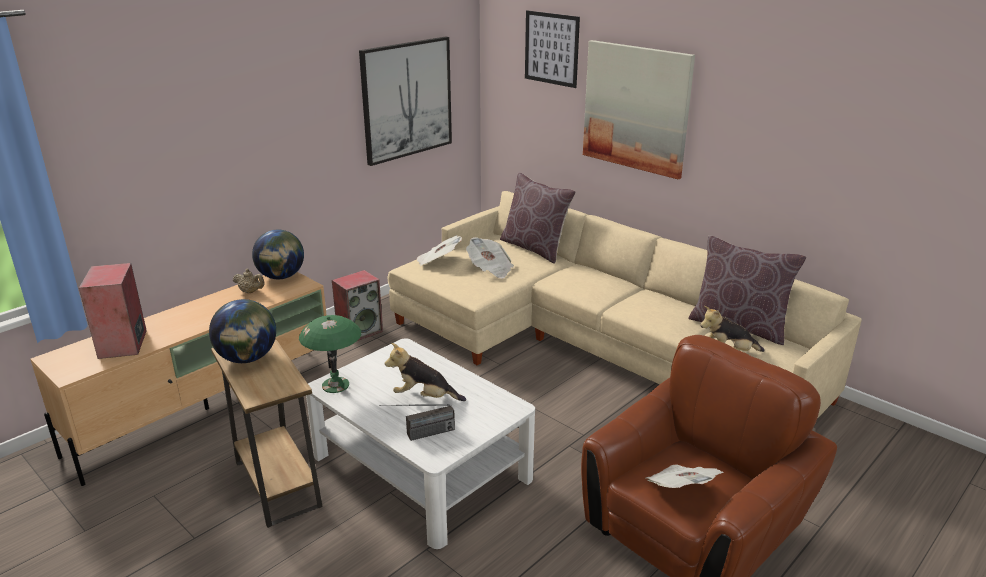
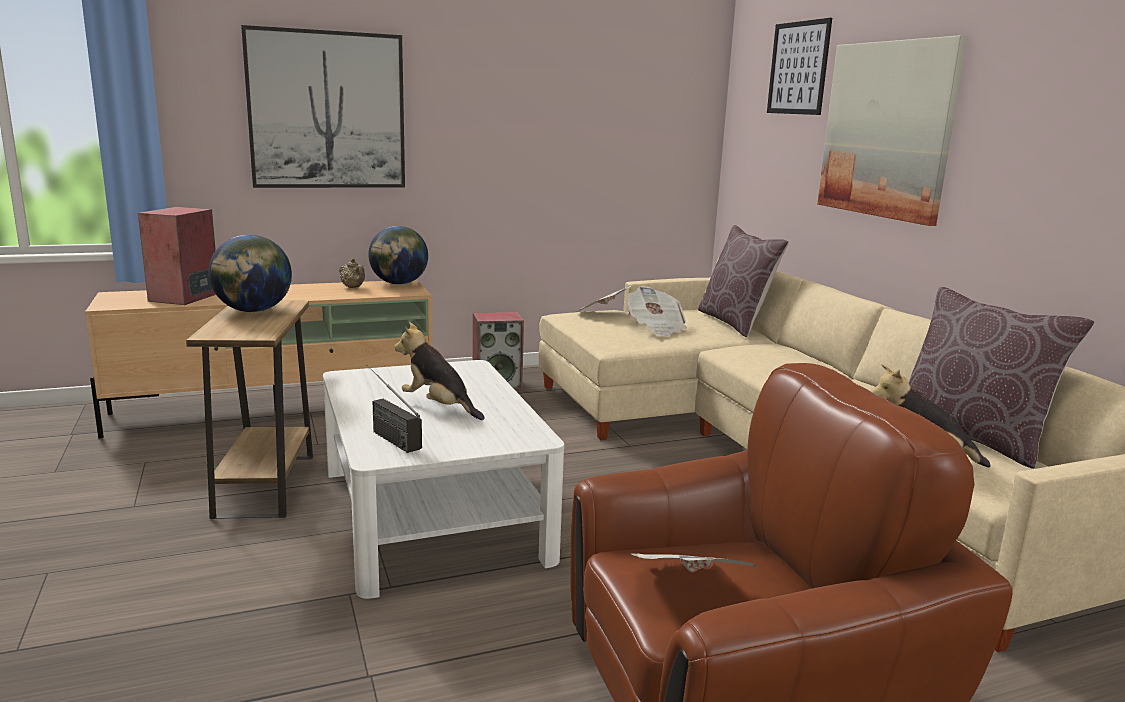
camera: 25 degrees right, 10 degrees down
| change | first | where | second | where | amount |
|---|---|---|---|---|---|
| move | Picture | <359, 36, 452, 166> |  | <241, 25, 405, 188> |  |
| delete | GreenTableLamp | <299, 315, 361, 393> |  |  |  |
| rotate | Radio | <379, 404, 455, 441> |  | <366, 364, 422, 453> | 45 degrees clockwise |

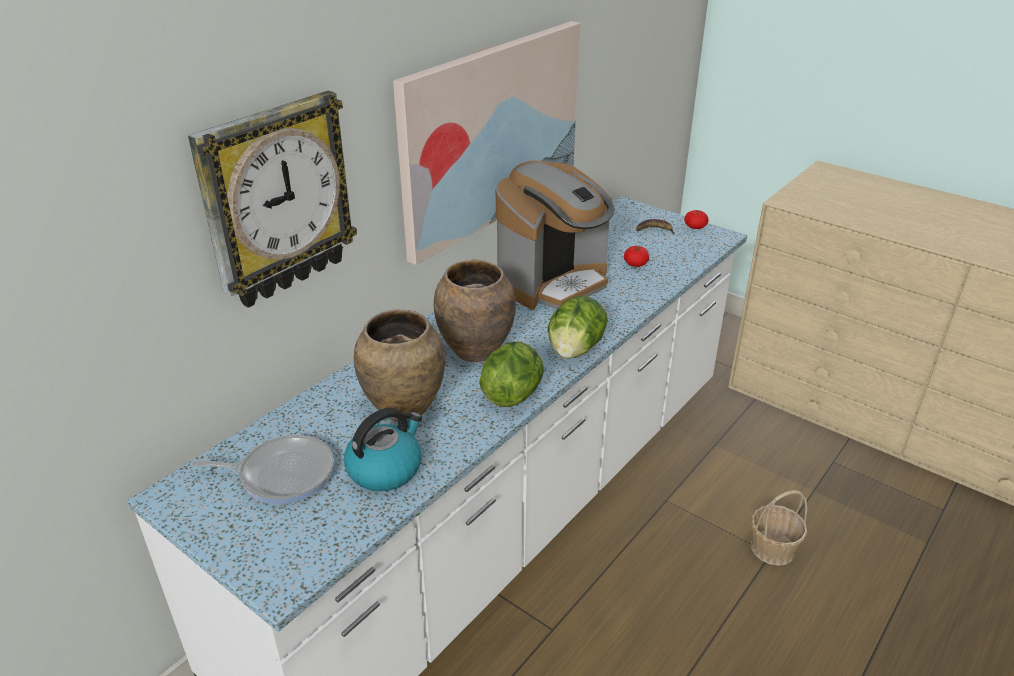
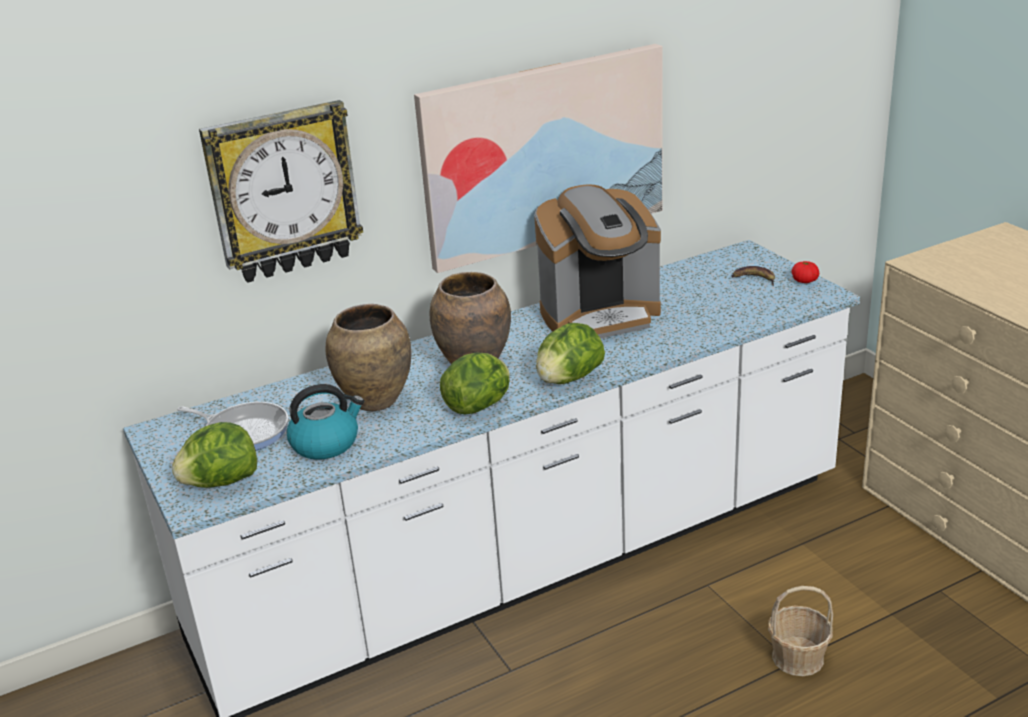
camera: 25 degrees right, 5 degrees down
| change | first | where | second | where | amount |
|---|---|---|---|---|---|
| delete | Tomato | <624, 246, 649, 267> |  |  |  |
| insert |  |  | Lettuce | <172, 422, 257, 488> |  |

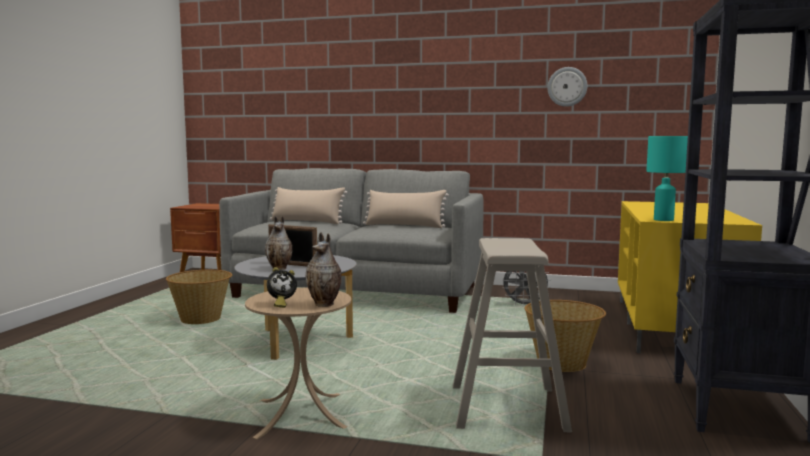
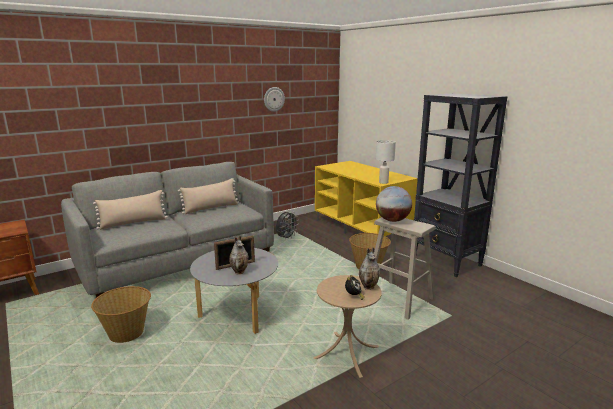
camera: 50 degrees left, 10 degrees up
| change | first | where | second | where | amount |
|---|---|---|---|---|---|
| recolor | TurquoiseTableLamp | <646, 136, 688, 221> | WhiteTableLamp | <376, 140, 396, 184> |  |
| insert |  |  | Globe | <376, 186, 412, 222> |  |

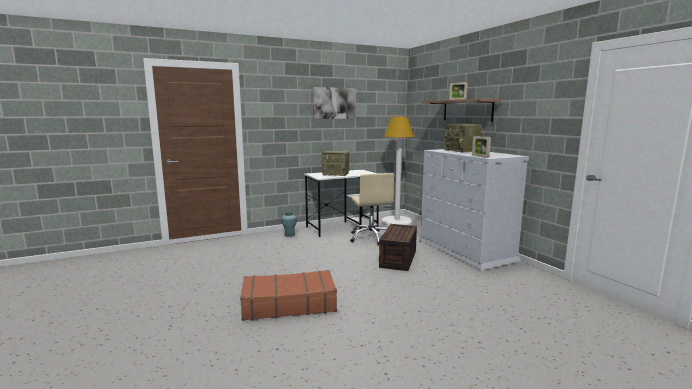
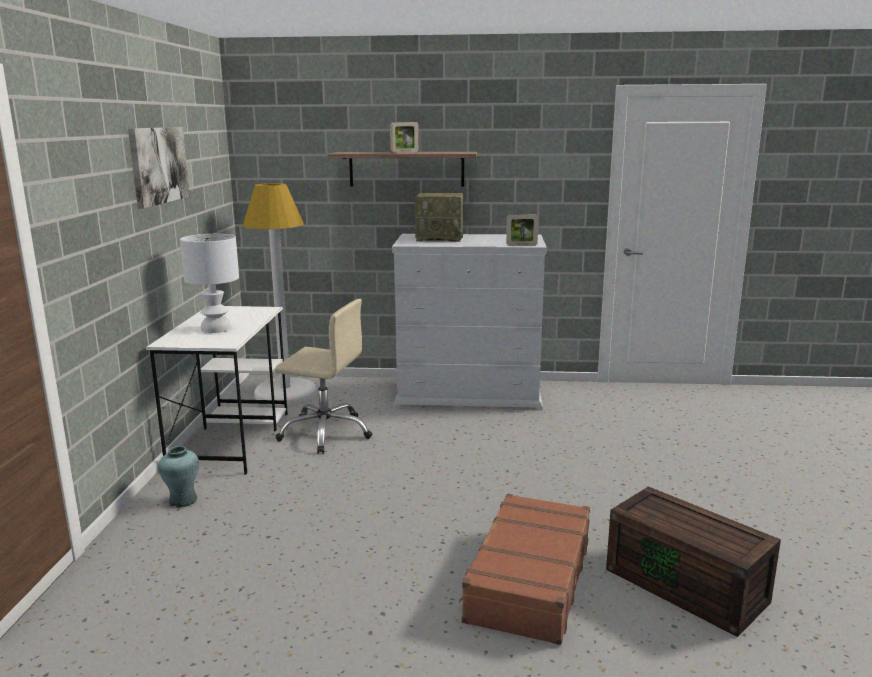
camera: 60 degrees left, 5 degrees up
| change | first | where | second | where | amount |
|---|---|---|---|---|---|
| replace | Radio | <322, 151, 349, 176> | WhiteTableLamp | <180, 234, 239, 333> |  |
| move | BrownStorageBox | <379, 224, 417, 271> |  | <606, 487, 781, 637> |  |

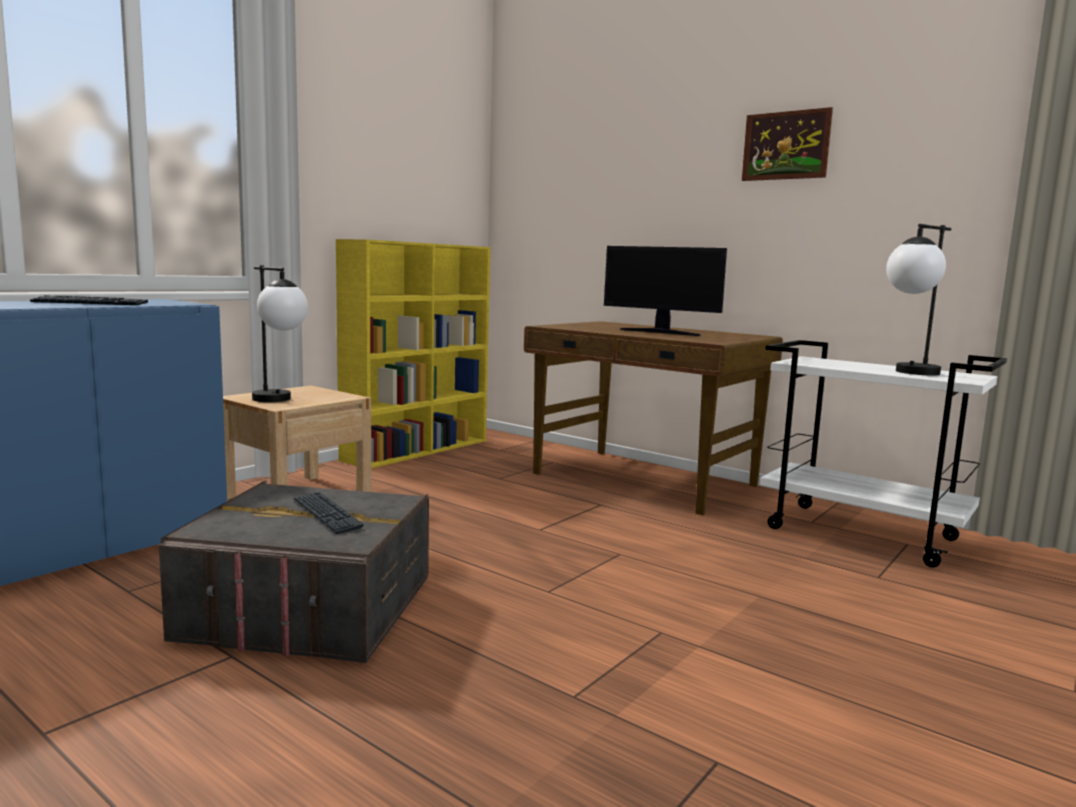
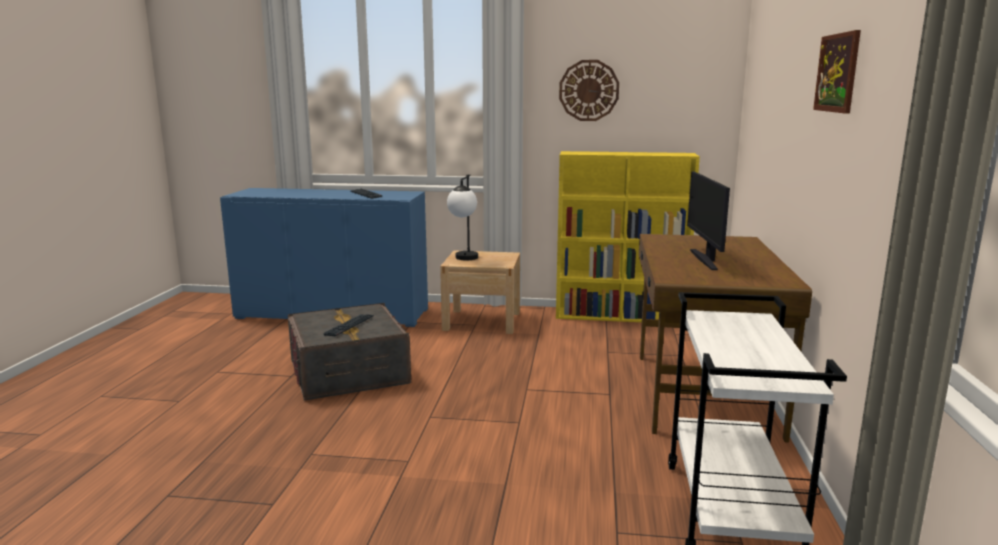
camera: 60 degrees right, 5 degrees up
| change | first | where | second | where | amount |
|---|---|---|---|---|---|
| delete | TableLamp | <886, 224, 951, 376> |  |  |  |
| insert |  |  | WallClock | <559, 60, 619, 121> |  |

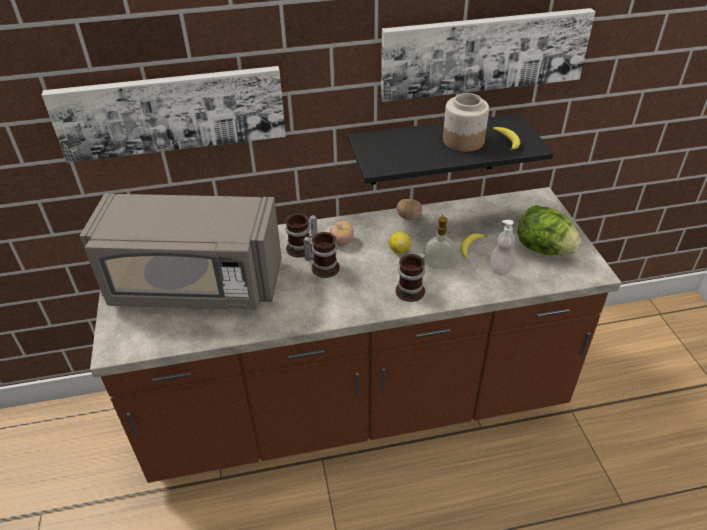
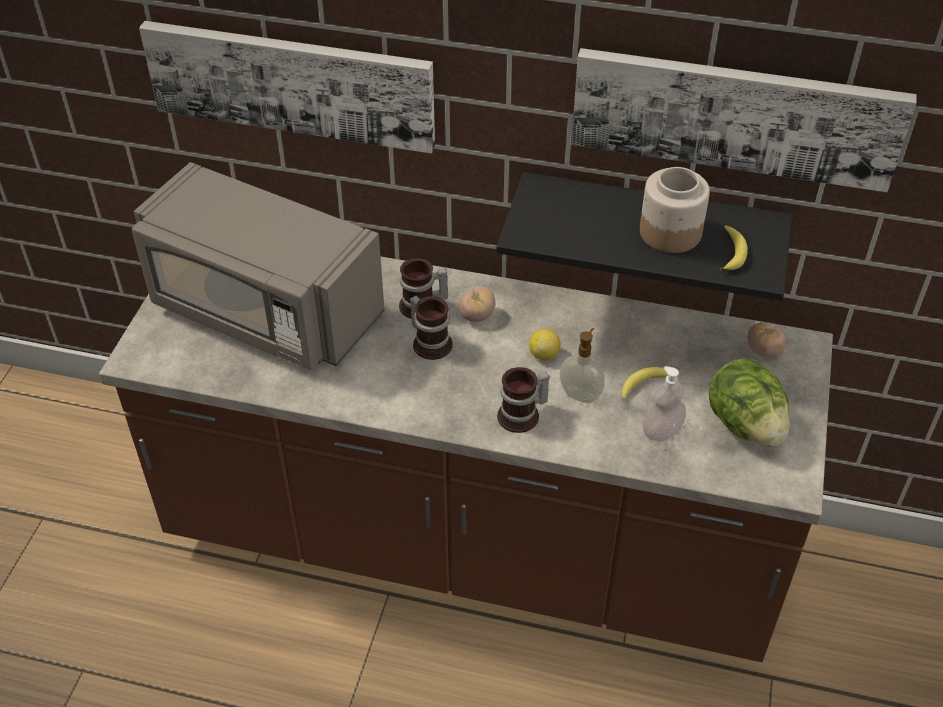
camera: 25 degrees right, 5 degrees up
| change | first | where | second | where | amount |
|---|---|---|---|---|---|
| move | Tomato | <397, 199, 422, 220> |  | <748, 322, 786, 358> |  |

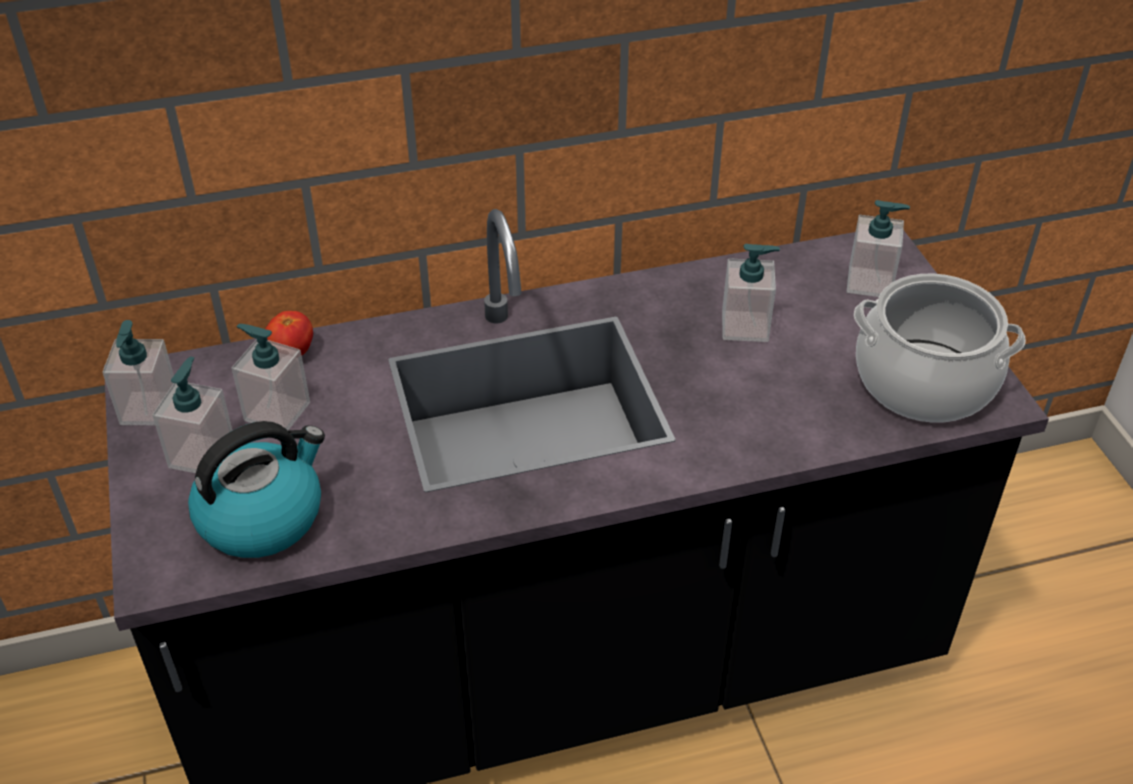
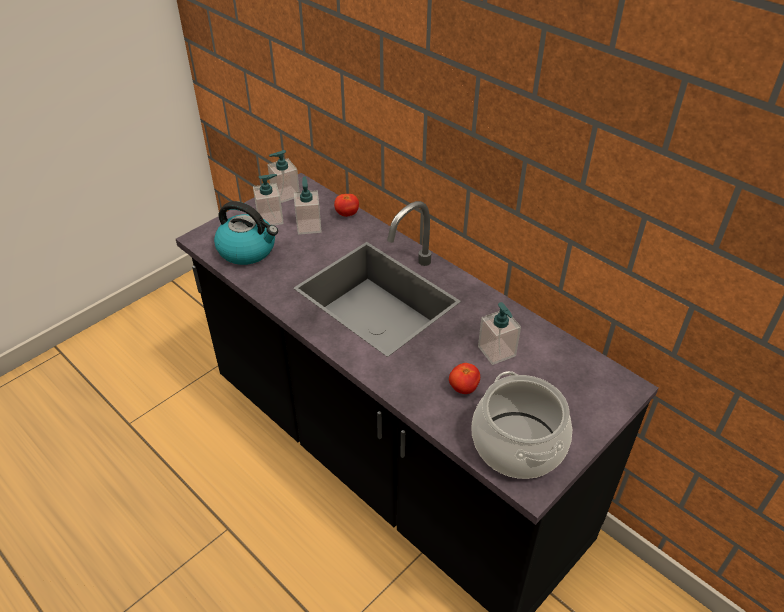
camera: 60 degrees right, 0 degrees up
| change | first | where | second | where | amount |
|---|---|---|---|---|---|
| delete | SoapDispenser | <847, 200, 910, 297> |  |  |  |
| insert |  |  | Tomato | <449, 363, 480, 394> |  |

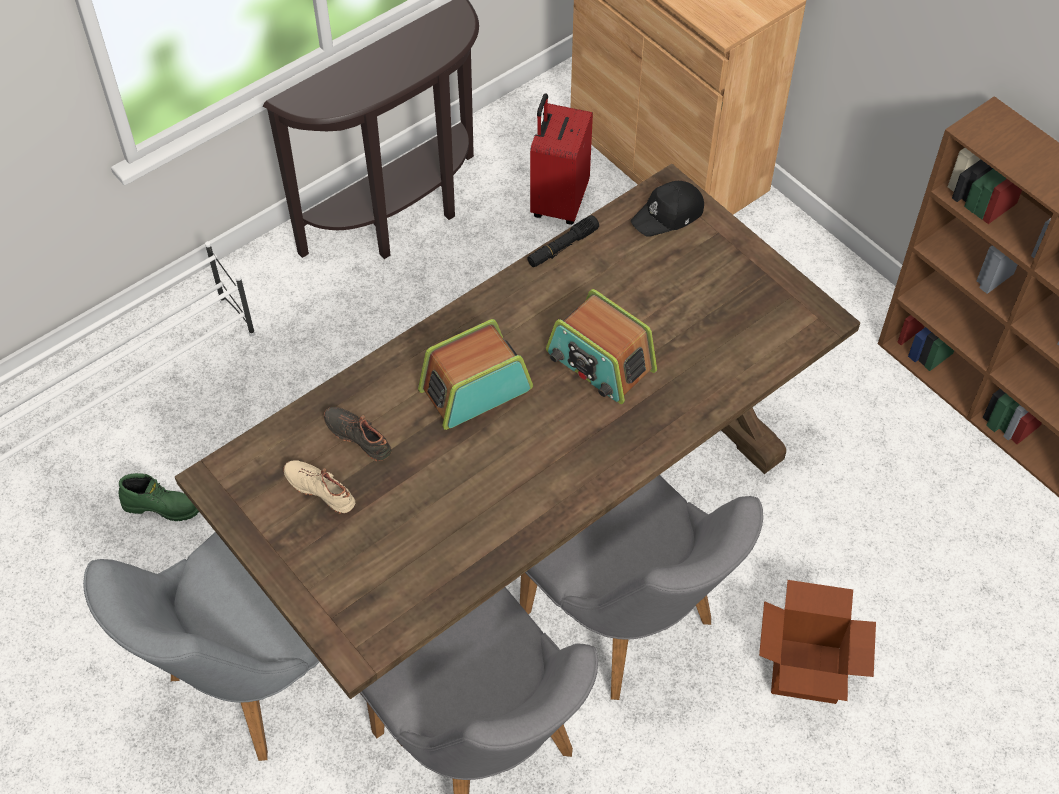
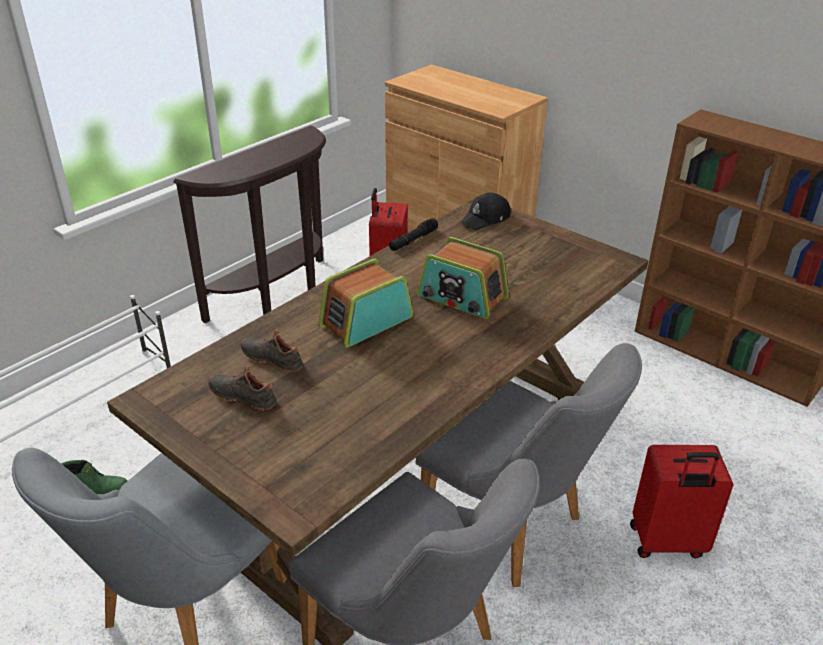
camera: 10 degrees left, 20 degrees down
| change | first | where | second | where | amount |
|---|---|---|---|---|---|
| recolor | BeigeShoe | <283, 460, 355, 514> | BlackShoe | <208, 366, 277, 411> |  |
| replace | CardboardBox | <759, 580, 876, 704> | RedSuitcase | <630, 445, 733, 558> |  |

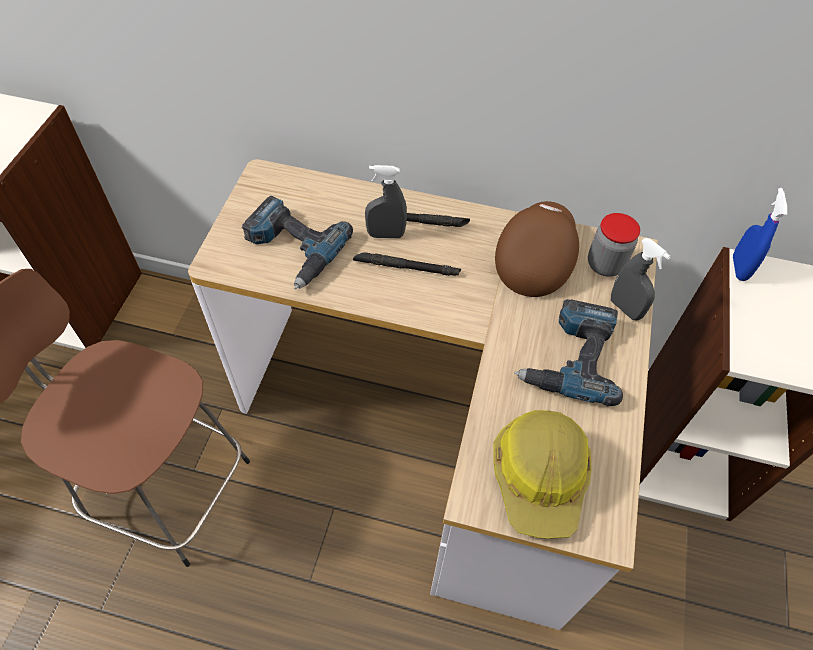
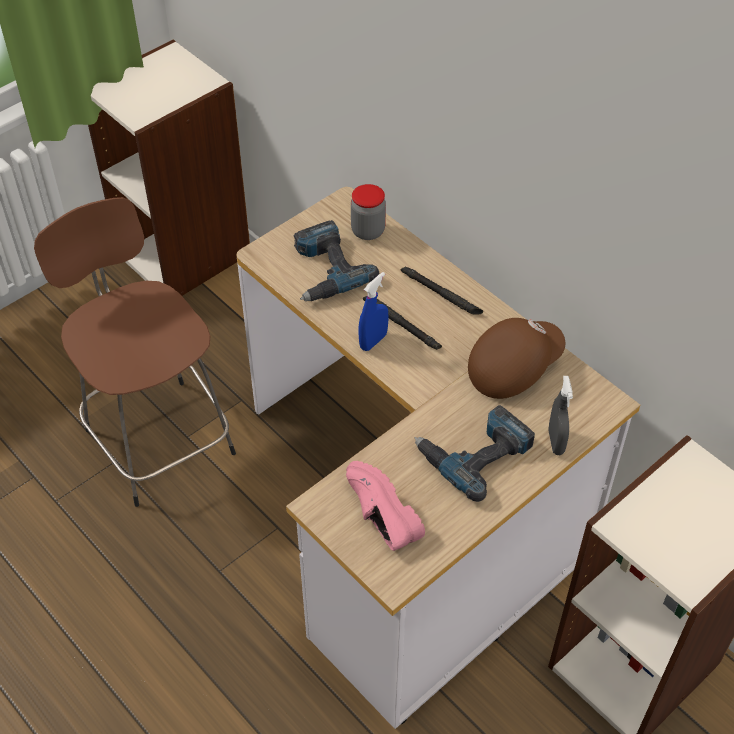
camera: 35 degrees right, 5 degrees down
| change | first | where | second | where | amount |
|---|---|---|---|---|---|
| delete | GreySprayBottle | <365, 165, 407, 238> |  |  |  |
| move | BlueSprayBottle | <733, 188, 787, 281> |  | <358, 272, 388, 351> |  |
| move | Jar | <588, 213, 640, 277> |  | <351, 184, 386, 240> |  |
| replace | HardHat | <493, 410, 591, 539> | PinkShoe | <346, 461, 425, 551> |  |

